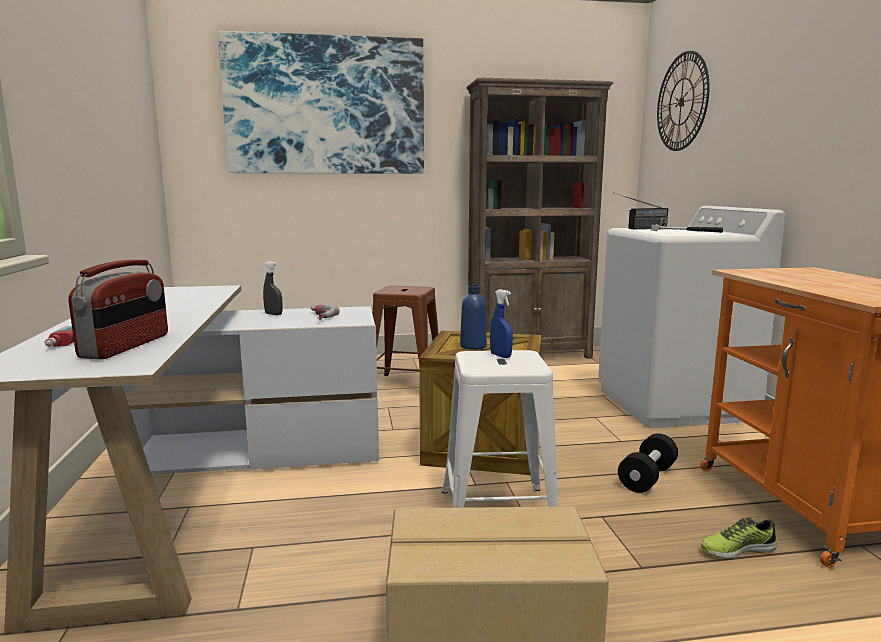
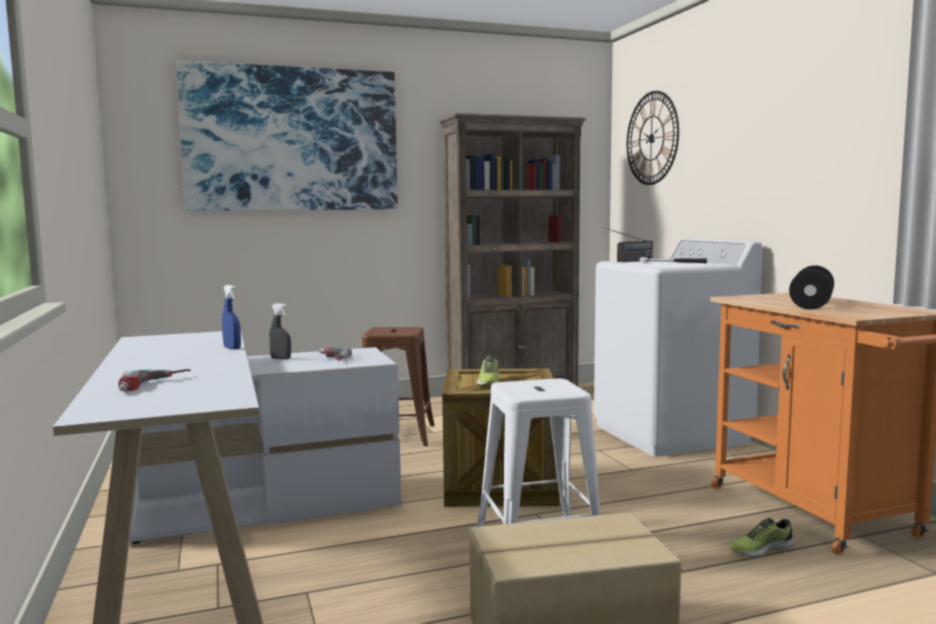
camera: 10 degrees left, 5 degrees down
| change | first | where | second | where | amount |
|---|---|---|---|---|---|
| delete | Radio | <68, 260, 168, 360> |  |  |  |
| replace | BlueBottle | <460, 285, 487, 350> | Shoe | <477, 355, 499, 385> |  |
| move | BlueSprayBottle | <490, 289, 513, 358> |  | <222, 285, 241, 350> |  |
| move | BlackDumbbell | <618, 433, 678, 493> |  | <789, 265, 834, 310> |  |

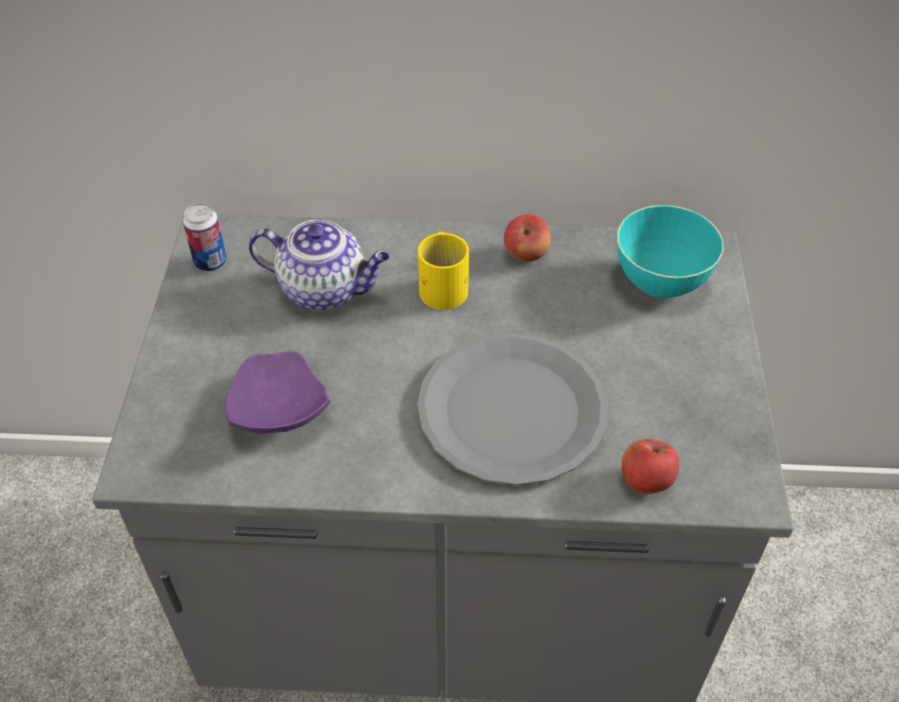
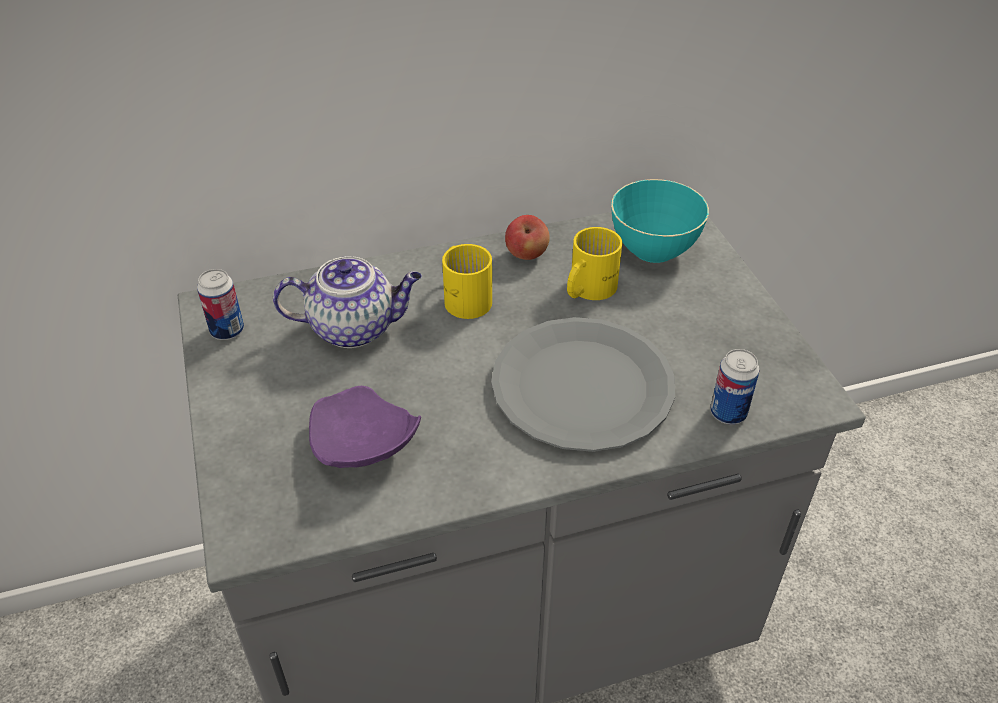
camera: 20 degrees left, 5 degrees down
| change | first | where | second | where | amount |
|---|---|---|---|---|---|
| replace | Apple | <621, 439, 679, 494> | Can | <710, 349, 759, 424> |  |
| insert |  |  | YellowMug | <567, 227, 622, 300> |  |

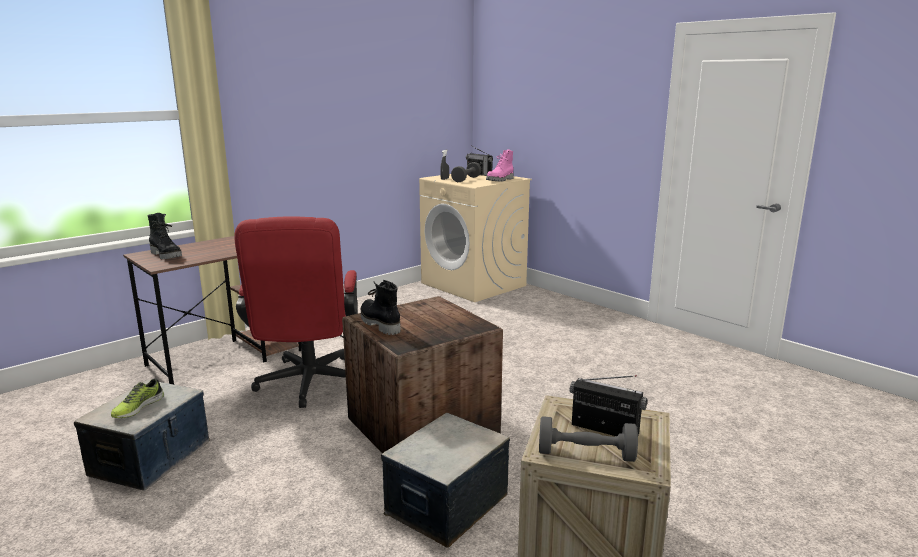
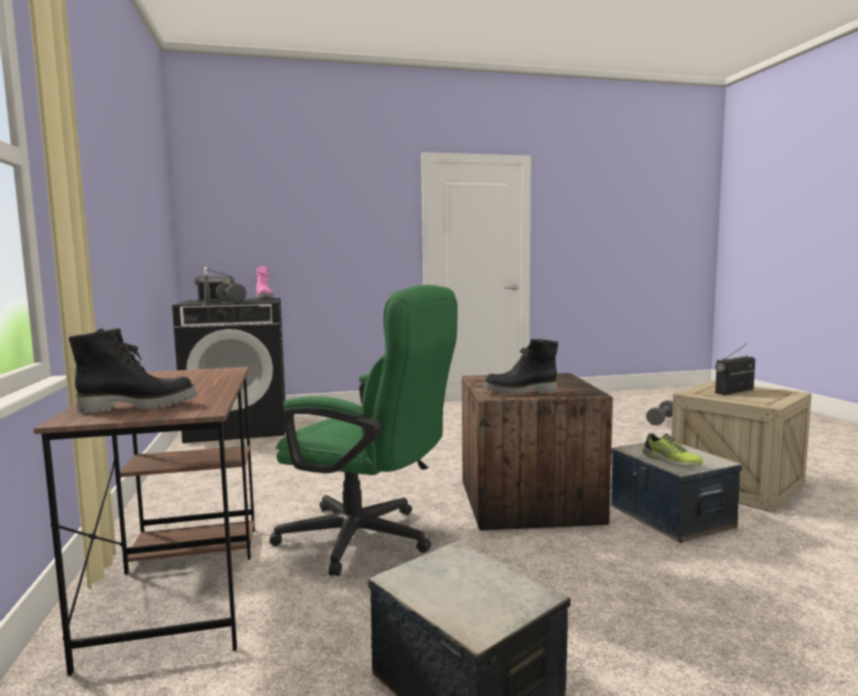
camera: 60 degrees left, 10 degrees down
| change | first | where | second | where | amount |
|---|---|---|---|---|---|
| recolor | BeigeWashingMachine | <419, 174, 532, 302> | BlackWashingMachine | <172, 298, 286, 443> |  |
| recolor | RedOfficeChair | <235, 216, 357, 408> | GreenOfficeChair | <270, 285, 458, 576> |  |
| move | Shoe | <111, 378, 164, 418> |  | <643, 433, 703, 467> |  |
| move | GreyDumbbell | <539, 416, 638, 462> |  | <646, 400, 673, 425> |  |

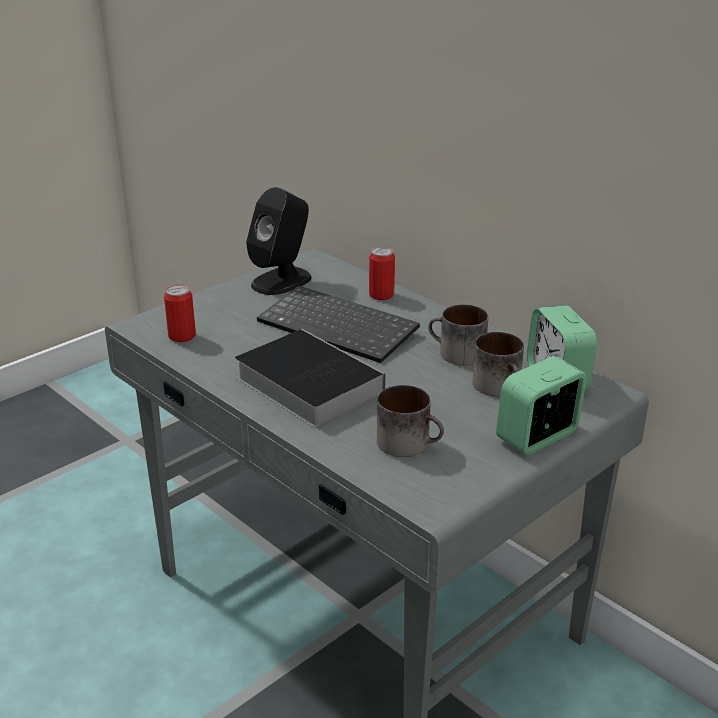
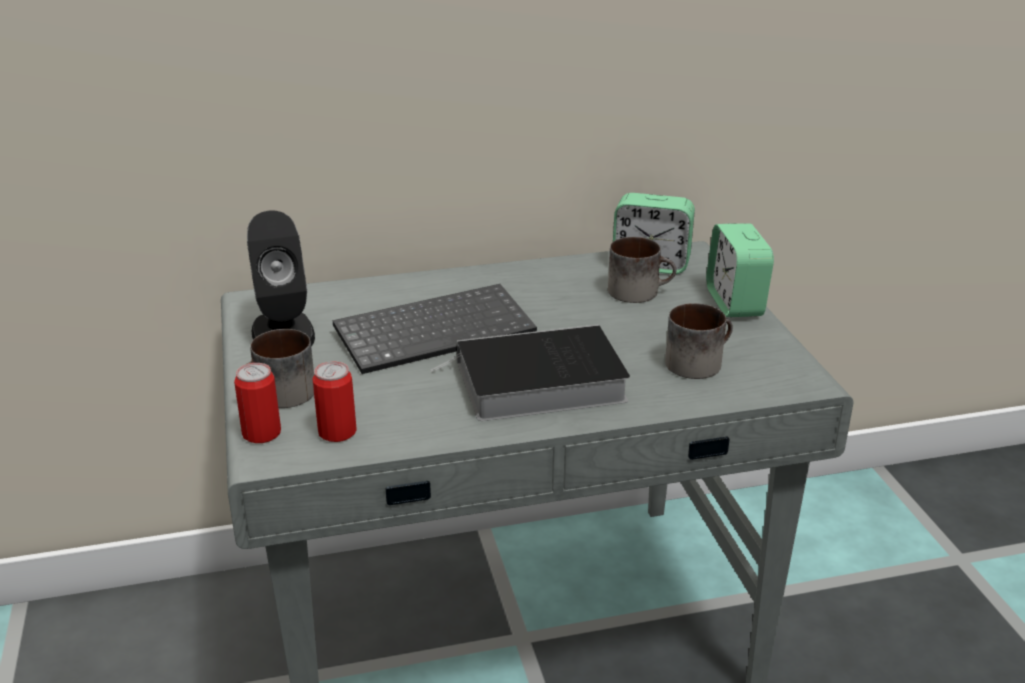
camera: 60 degrees left, 0 degrees up
| change | first | where | second | where | amount |
|---|---|---|---|---|---|
| move | Can | <369, 246, 395, 300> |  | <234, 363, 281, 443> |  |
| move | Mug | <428, 304, 488, 365> |  | <247, 329, 314, 408> |  |

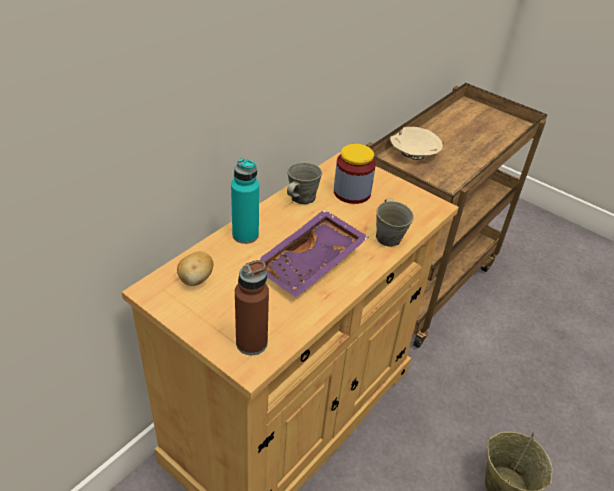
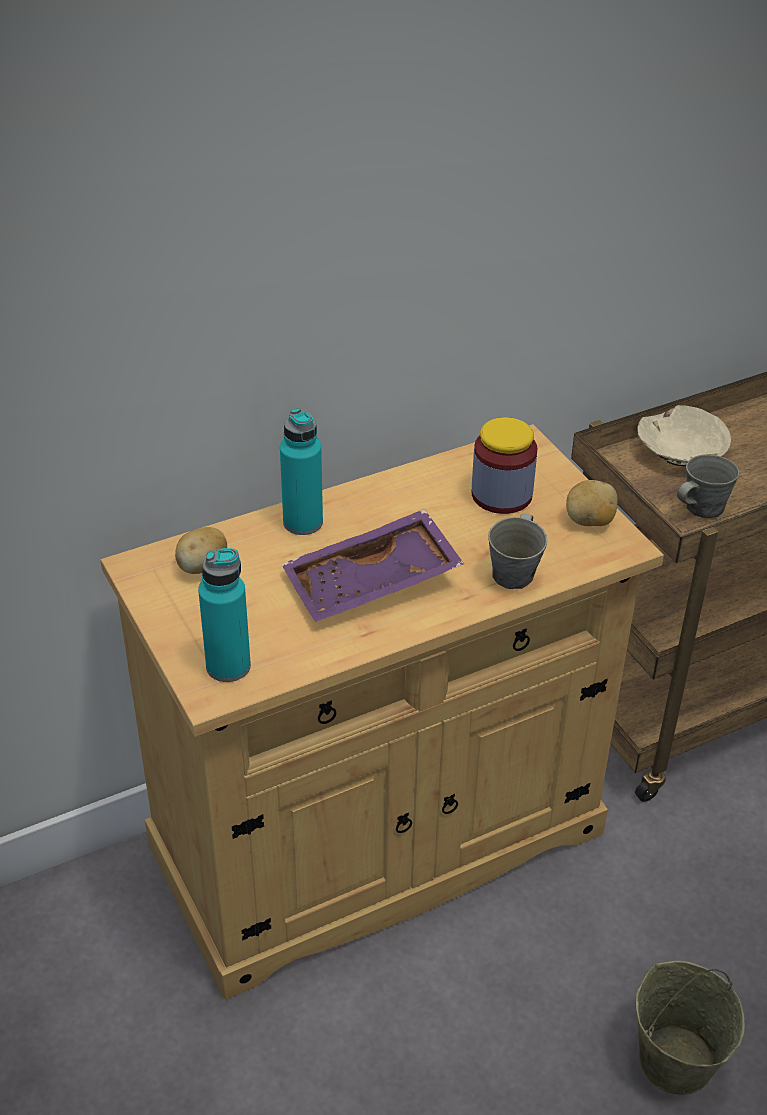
camera: 25 degrees right, 0 degrees up
| change | first | where | second | where | amount |
|---|---|---|---|---|---|
| move | GreyMug | <287, 162, 322, 204> |  | <677, 454, 739, 518> |  |
| recolor | BrownBottle | <235, 260, 269, 355> | TurquoiseBottle | <198, 548, 251, 682> |  |
| insert |  |  | Potato | <566, 480, 618, 526> |  |

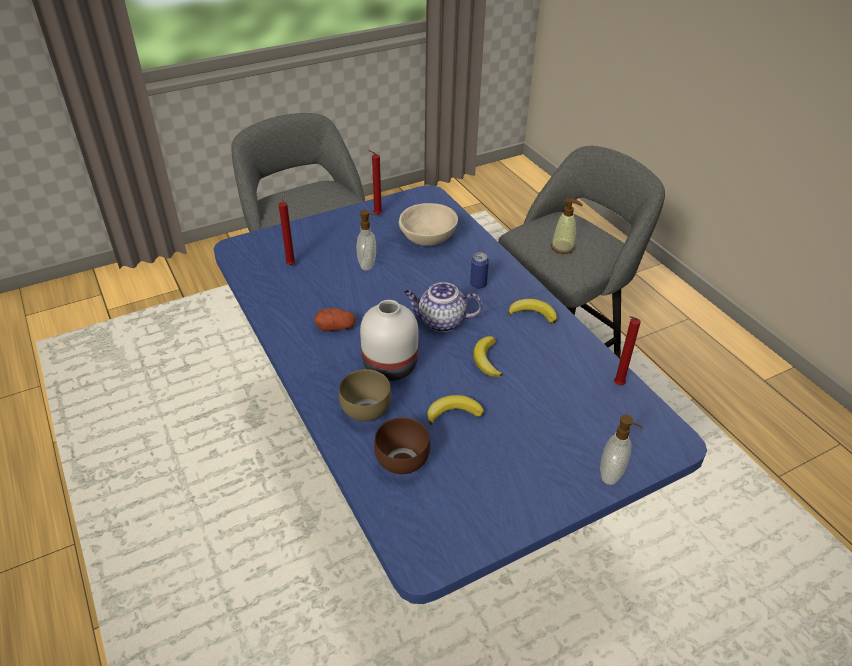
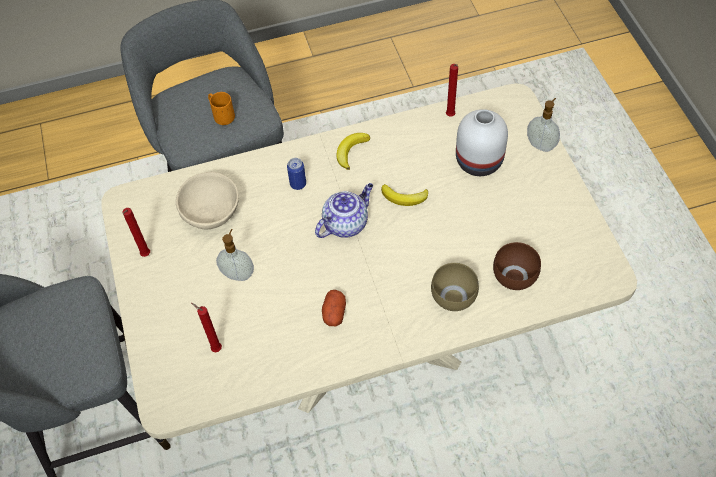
camera: 75 degrees left, 15 degrees up
| change | first | where | second | where | amount |
|---|---|---|---|---|---|
| recolor | BlueDiningTable | <213, 185, 707, 604> | BeigeDiningTable | <101, 83, 637, 439> |  |
| replace | SoapDispenser | <551, 198, 583, 254> | OrangeMug | <208, 92, 235, 125> |  |
| rotate | Teapot | <404, 282, 482, 332> |  | <315, 183, 373, 238> | 150 degrees counterclockwise |
| move | WhiteVase | <360, 300, 418, 381> |  | <456, 109, 508, 176> |  |
| delete | Banana | <427, 395, 484, 425> |  |  |  |

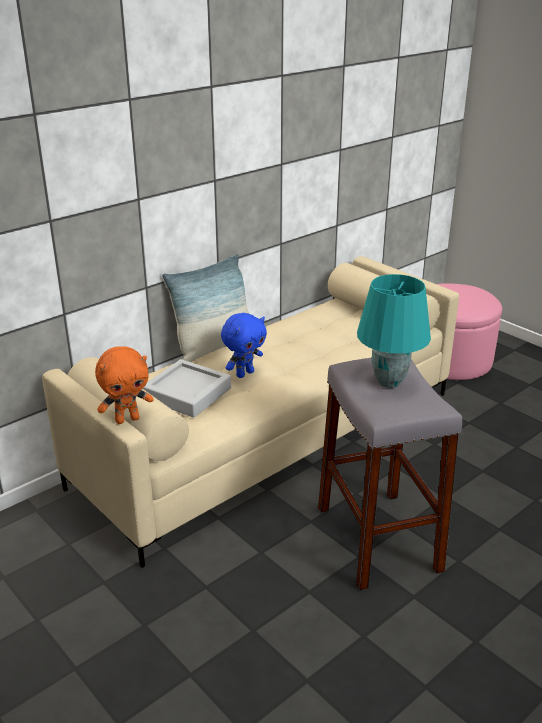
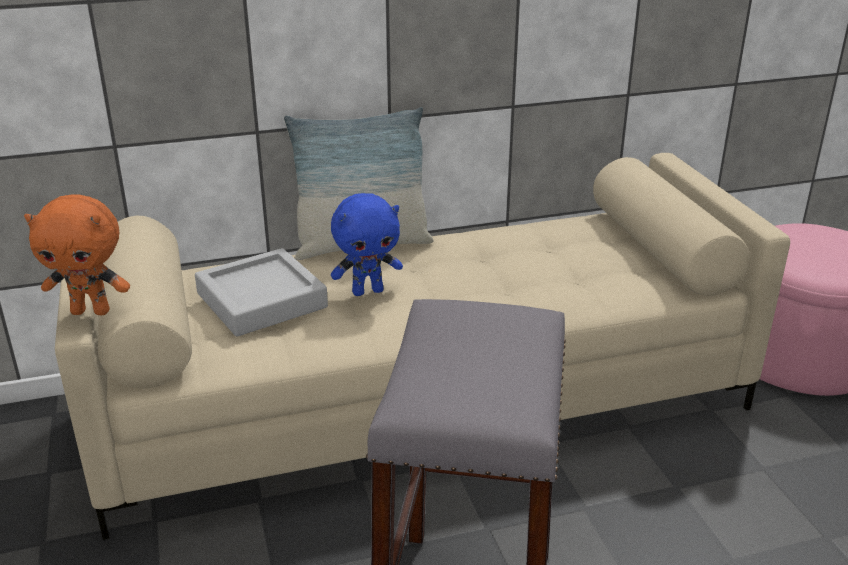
camera: 25 degrees right, 0 degrees up
| change | first | where | second | where | amount |
|---|---|---|---|---|---|
| delete | TurquoiseTableLamp | <357, 274, 431, 388> |  |  |  |

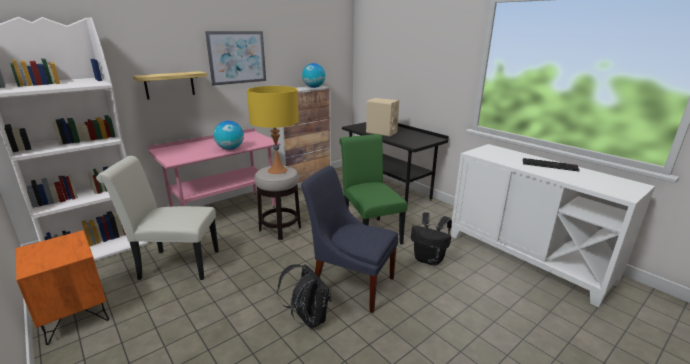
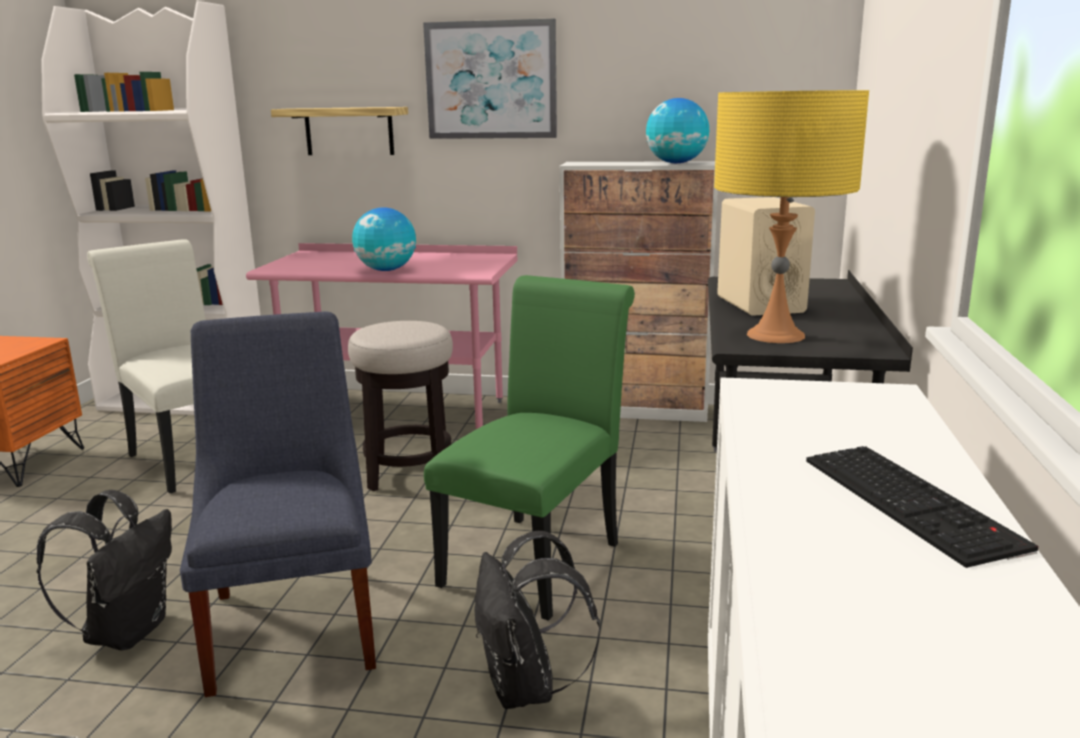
camera: 50 degrees right, 5 degrees down
| change | first | where | second | where | amount |
|---|---|---|---|---|---|
| move | YellowTableLamp | <247, 86, 299, 174> |  | <714, 90, 869, 343> |  |

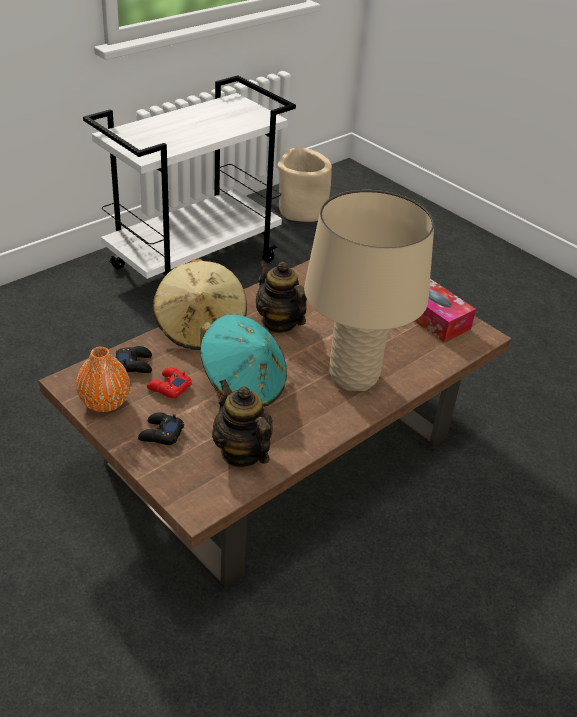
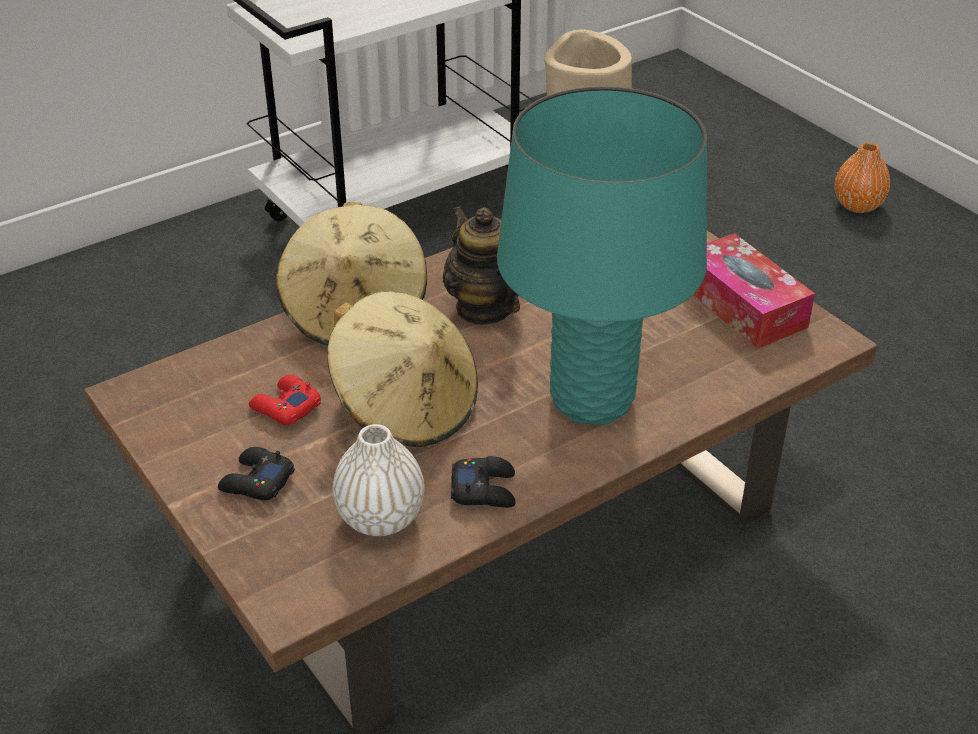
camera: 10 degrees right, 0 degrees up
| change | first | where | second | where | amount |
|---|---|---|---|---|---|
| recolor | BeigeTableLamp | <304, 190, 434, 391> | TurquoiseTableLamp | <497, 86, 707, 425> |  |
| recolor | TurquoiseHat | <200, 314, 287, 407> | BeigeHat | <327, 291, 478, 447> |  |
| move | BlackGameController | <116, 346, 152, 373> |  | <451, 456, 516, 508> |  |
| move | OrangeVase | <76, 347, 130, 412> |  | <834, 143, 890, 213> |  |
| replace | Teapot | <212, 379, 273, 467> | WhiteVase | <332, 424, 425, 536> |  |

